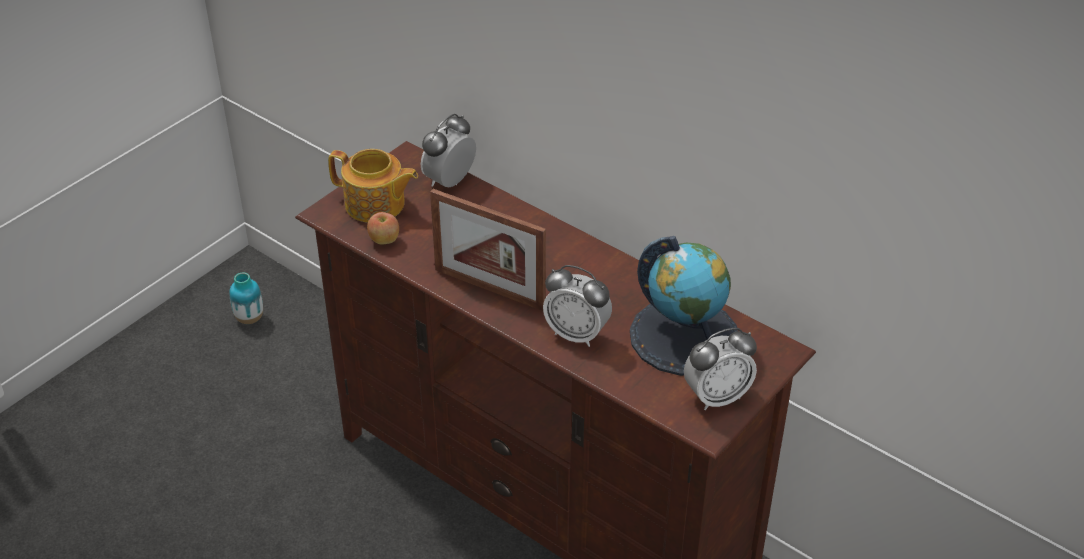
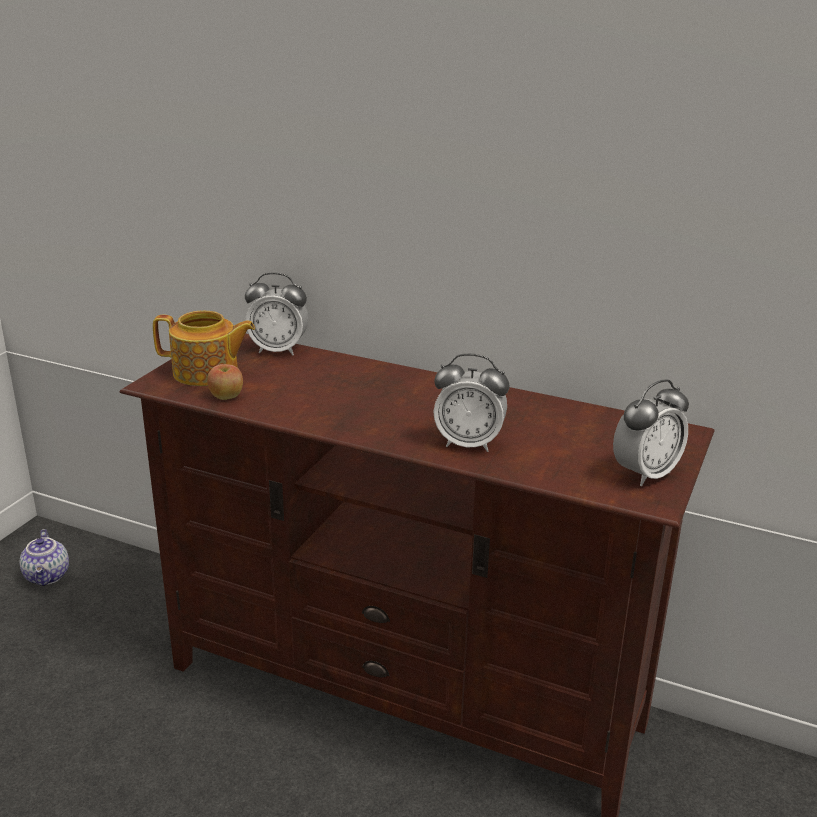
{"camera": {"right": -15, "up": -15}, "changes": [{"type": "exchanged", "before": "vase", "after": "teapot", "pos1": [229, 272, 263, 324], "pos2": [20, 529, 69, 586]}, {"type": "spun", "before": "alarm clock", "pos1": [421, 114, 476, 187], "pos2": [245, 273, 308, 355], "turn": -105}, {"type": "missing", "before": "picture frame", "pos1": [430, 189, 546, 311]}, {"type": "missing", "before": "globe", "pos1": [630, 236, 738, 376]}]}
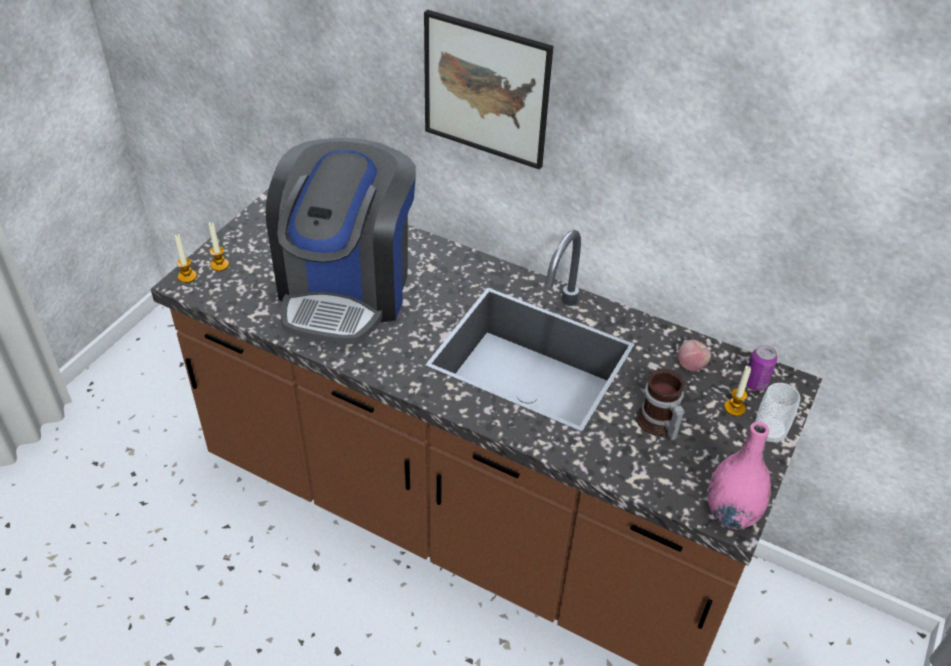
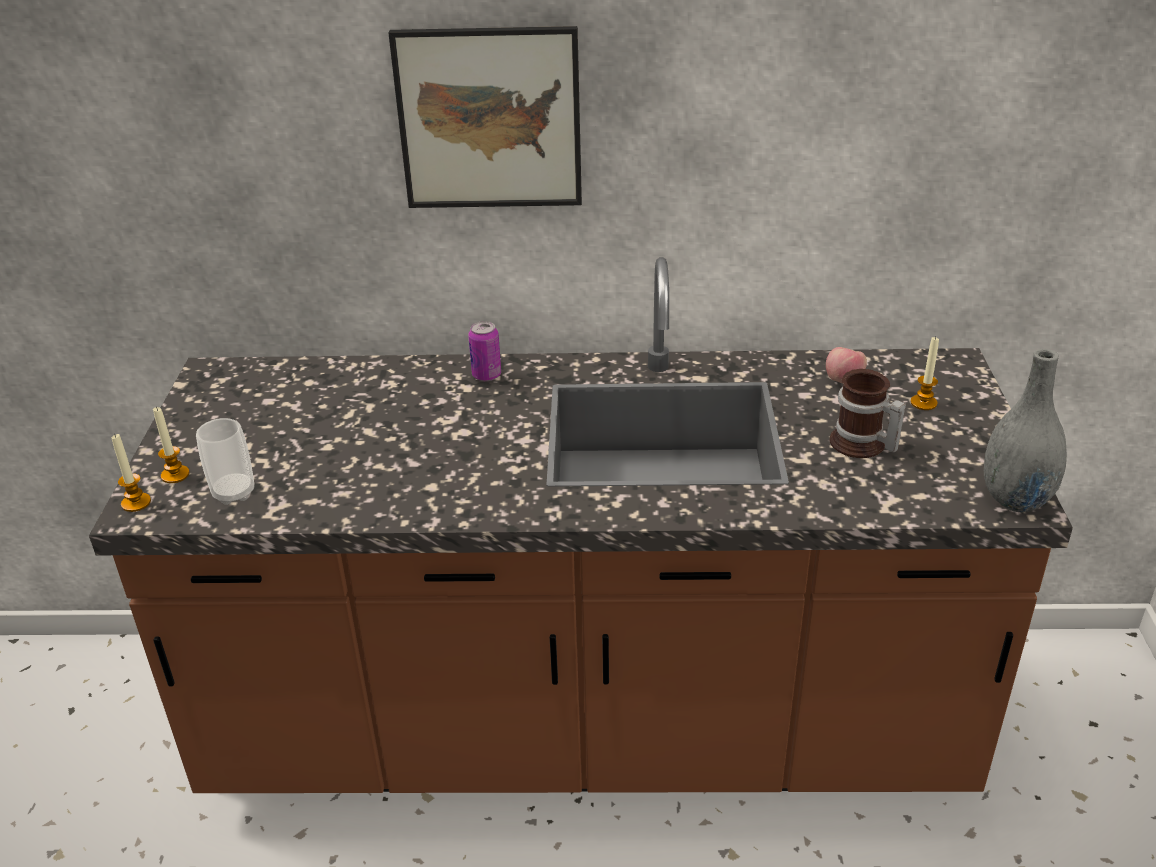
{"camera": {"right": -25, "up": -10}, "changes": [{"type": "relocated", "before": "cup", "pos1": [755, 383, 800, 443], "pos2": [196, 418, 254, 505]}, {"type": "relocated", "before": "can", "pos1": [746, 345, 777, 391], "pos2": [468, 321, 501, 381]}, {"type": "colour", "before": "pink vase", "after": "grey vase", "pos1": [708, 422, 771, 529], "pos2": [984, 349, 1067, 512]}, {"type": "missing", "before": "coffee machine", "pos1": [266, 138, 416, 344]}]}
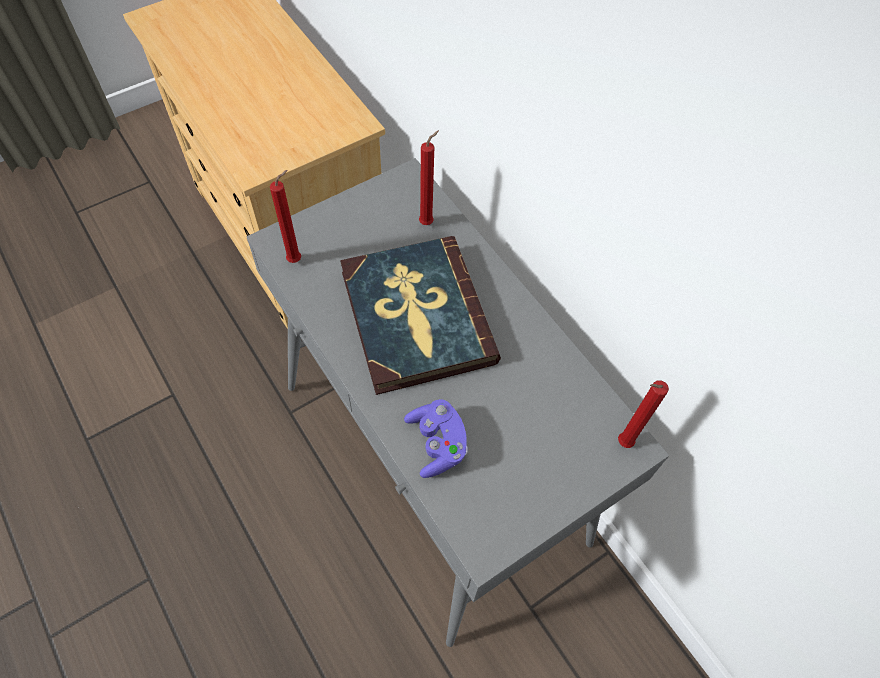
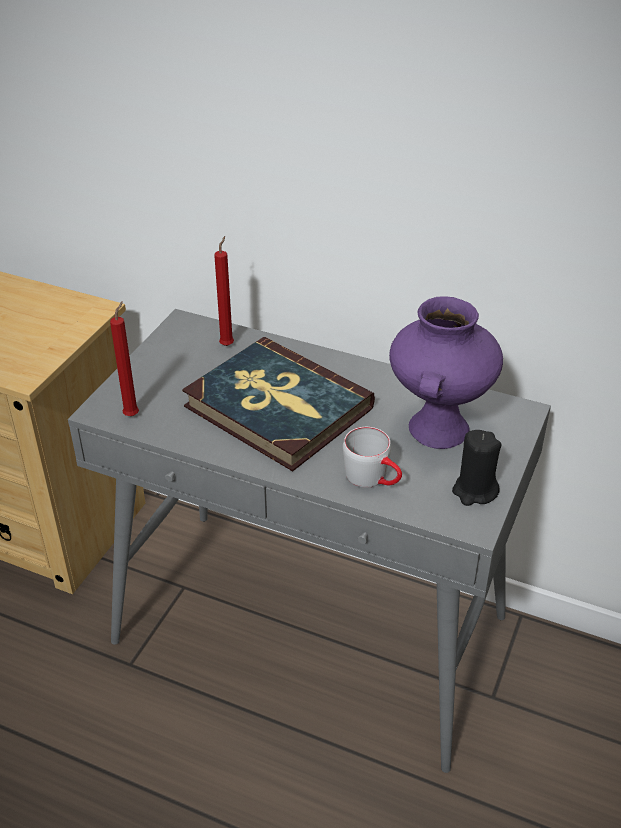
{"camera": {"right": -30, "up": -20}, "changes": [{"type": "exchanged", "before": "purple game controller", "after": "grey mug", "pos1": [404, 399, 468, 478], "pos2": [343, 427, 402, 488]}, {"type": "appeared", "after": "purple vase", "pos2": [389, 296, 503, 449]}, {"type": "appeared", "after": "black candle", "pos2": [452, 430, 501, 506]}, {"type": "missing", "before": "red candle", "pos1": [618, 380, 669, 448]}]}
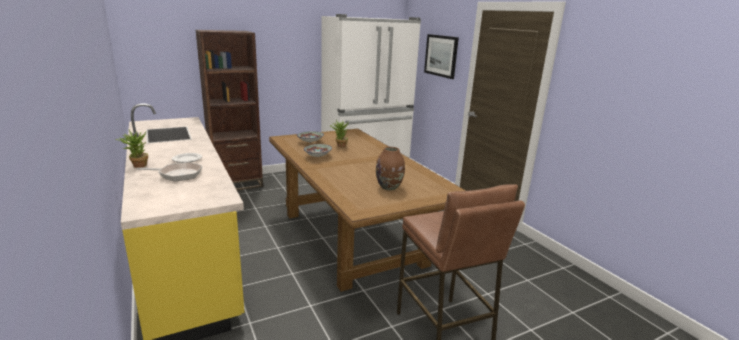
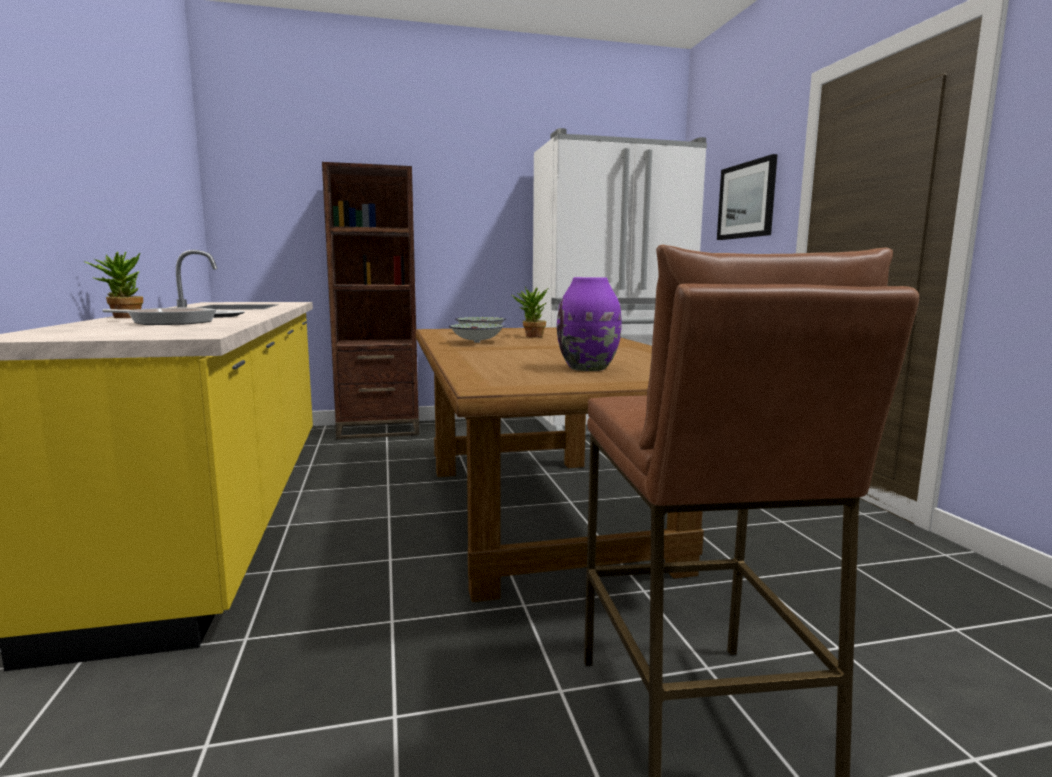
{"camera": {"right": 15, "up": -10}, "changes": [{"type": "colour", "before": "brown vase", "after": "purple vase", "pos1": [376, 147, 405, 190], "pos2": [557, 277, 622, 371]}]}
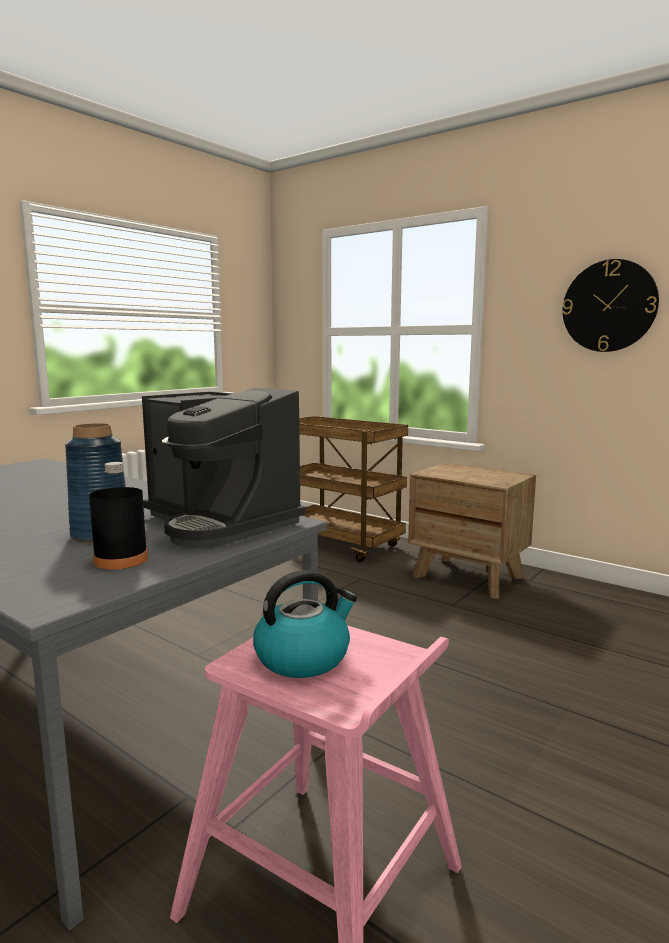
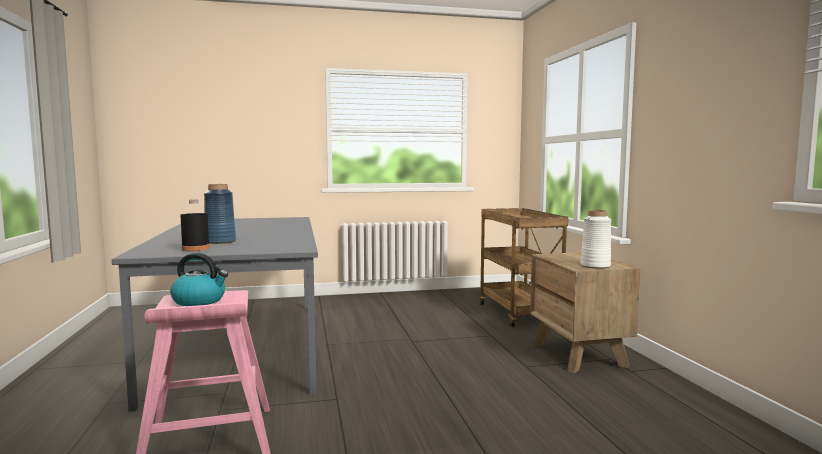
{"camera": {"right": 40, "up": -5}, "changes": [{"type": "appeared", "after": "white vase", "pos2": [580, 210, 611, 269]}, {"type": "missing", "before": "coffee machine", "pos1": [142, 388, 306, 548]}, {"type": "missing", "before": "wall clock", "pos1": [562, 259, 659, 352]}]}
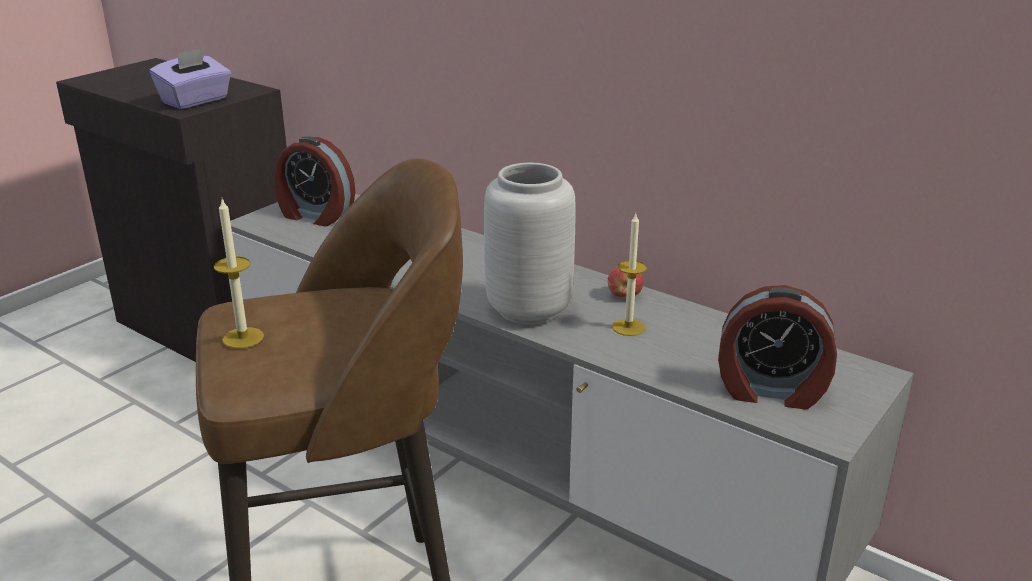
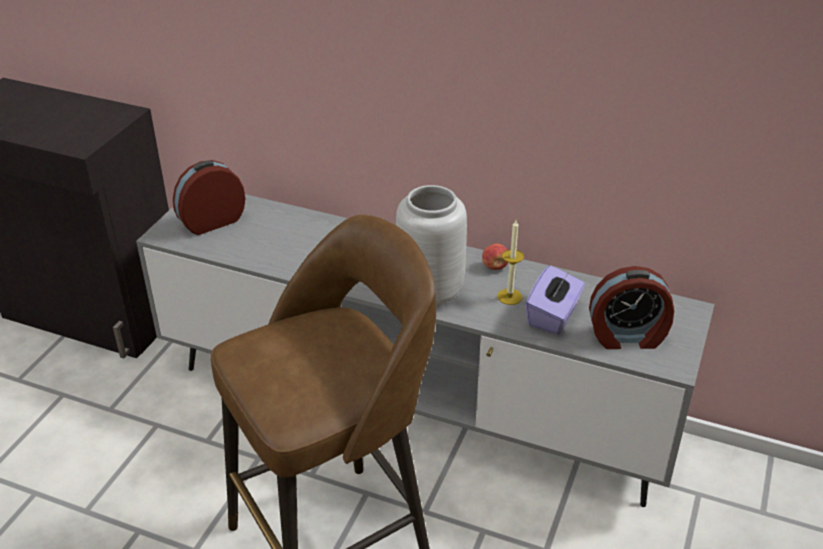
{"camera": {"right": -15, "up": 10}, "changes": [{"type": "spun", "before": "alarm clock", "pos1": [275, 136, 355, 227], "pos2": [173, 160, 246, 235], "turn": 135}, {"type": "relocated", "before": "purple tissue box", "pos1": [150, 48, 231, 109], "pos2": [525, 265, 585, 334]}, {"type": "missing", "before": "candle", "pos1": [214, 199, 264, 349]}]}
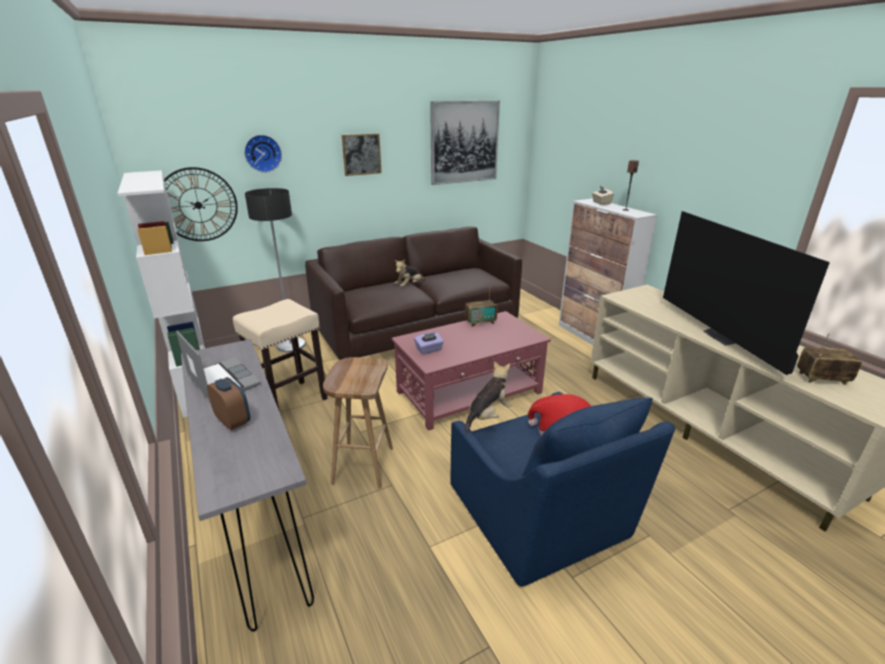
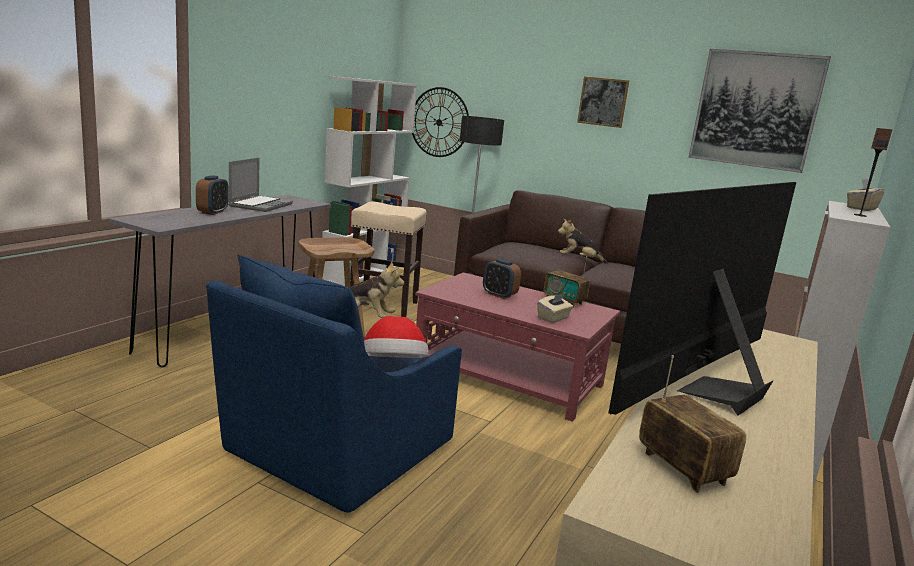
{"camera": {"right": 55, "up": -10}, "changes": [{"type": "appeared", "after": "alarm clock", "pos2": [483, 259, 521, 299]}, {"type": "appeared", "after": "beige tissue box", "pos2": [537, 293, 573, 323]}, {"type": "missing", "before": "wall clock", "pos1": [244, 135, 282, 173]}, {"type": "missing", "before": "purple tissue box", "pos1": [414, 332, 444, 354]}]}
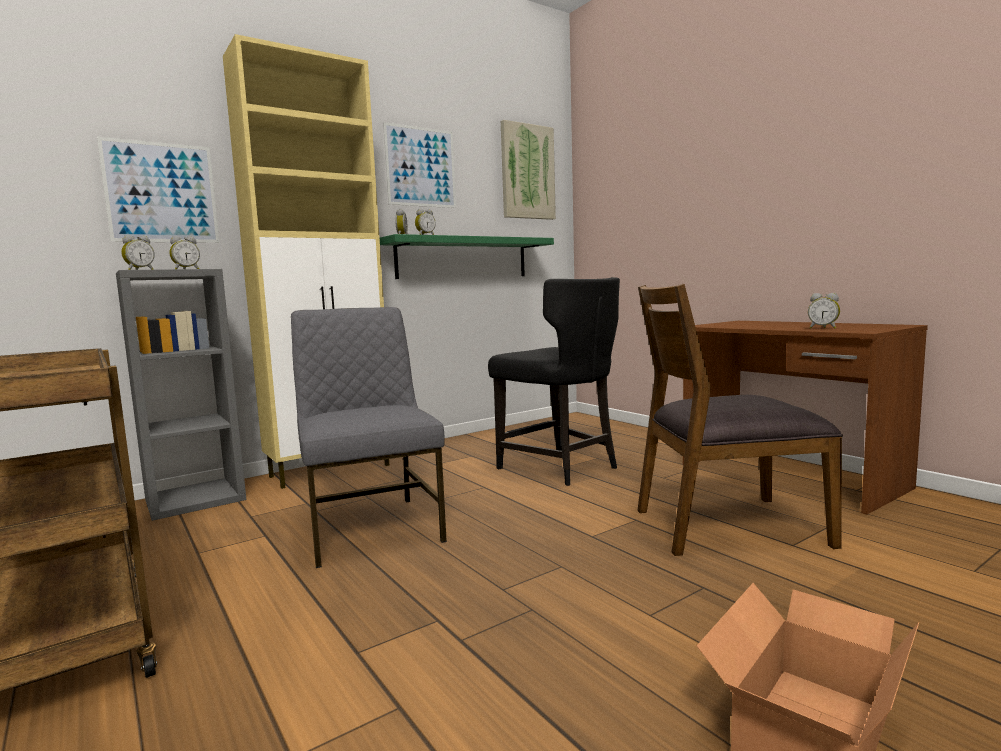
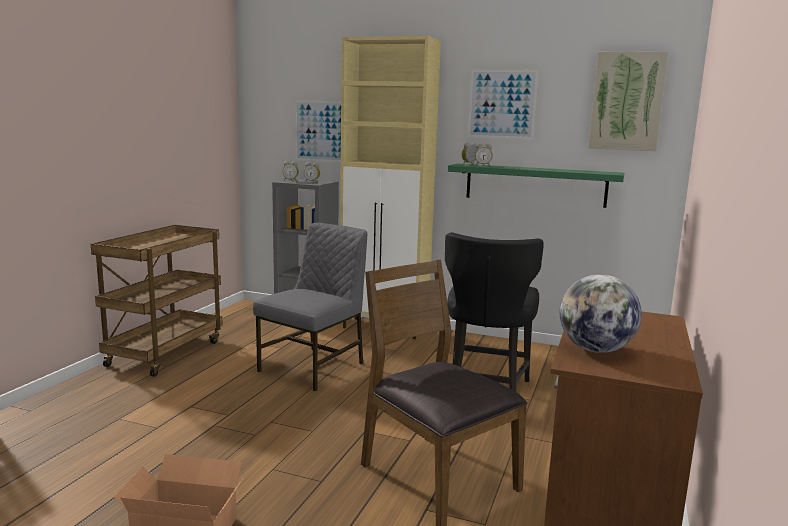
{"camera": {"right": 55, "up": 5}, "changes": [{"type": "exchanged", "before": "alarm clock", "after": "globe", "pos1": [808, 293, 840, 329], "pos2": [559, 274, 642, 353]}]}
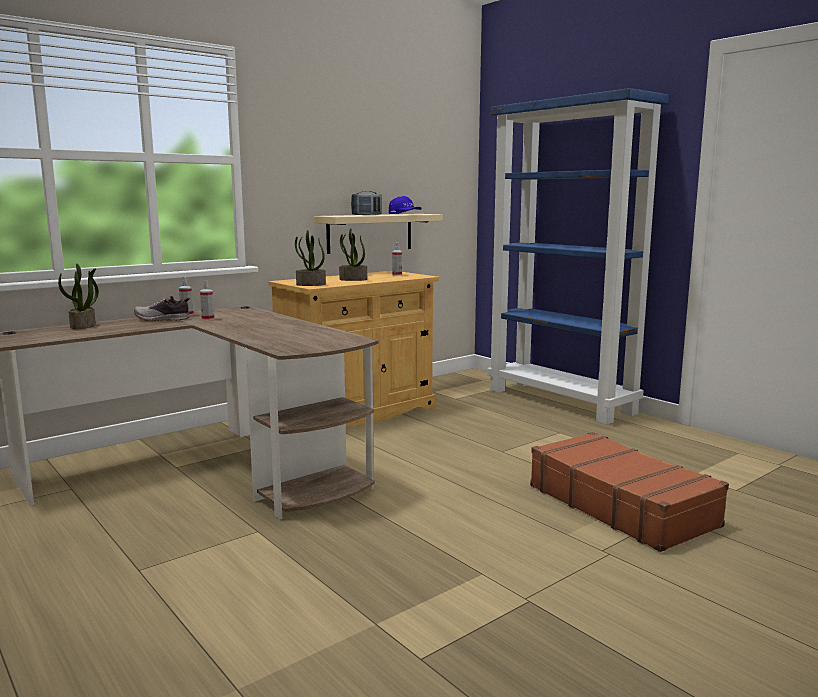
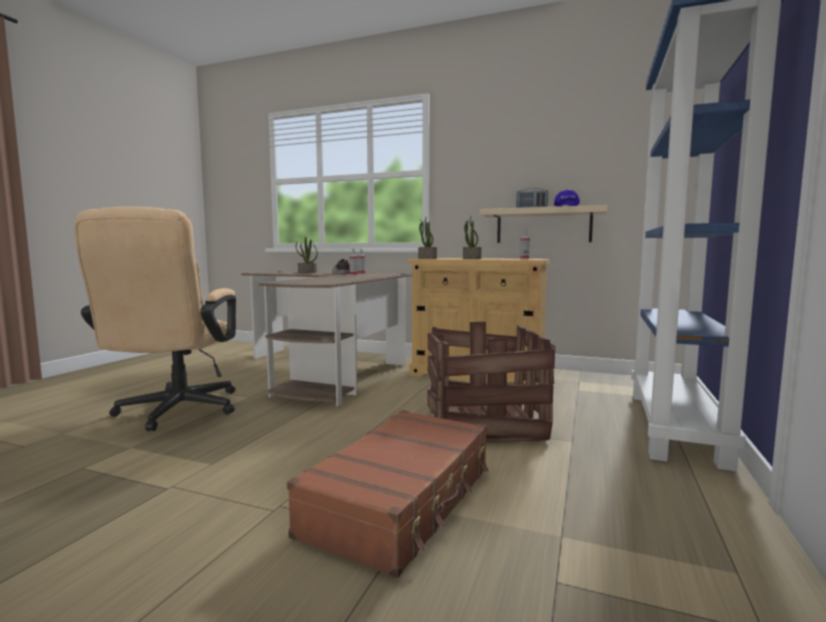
{"camera": {"right": 60, "up": -5}, "changes": [{"type": "appeared", "after": "beige office chair", "pos2": [74, 207, 236, 431]}, {"type": "appeared", "after": "crate", "pos2": [427, 322, 556, 442]}]}
